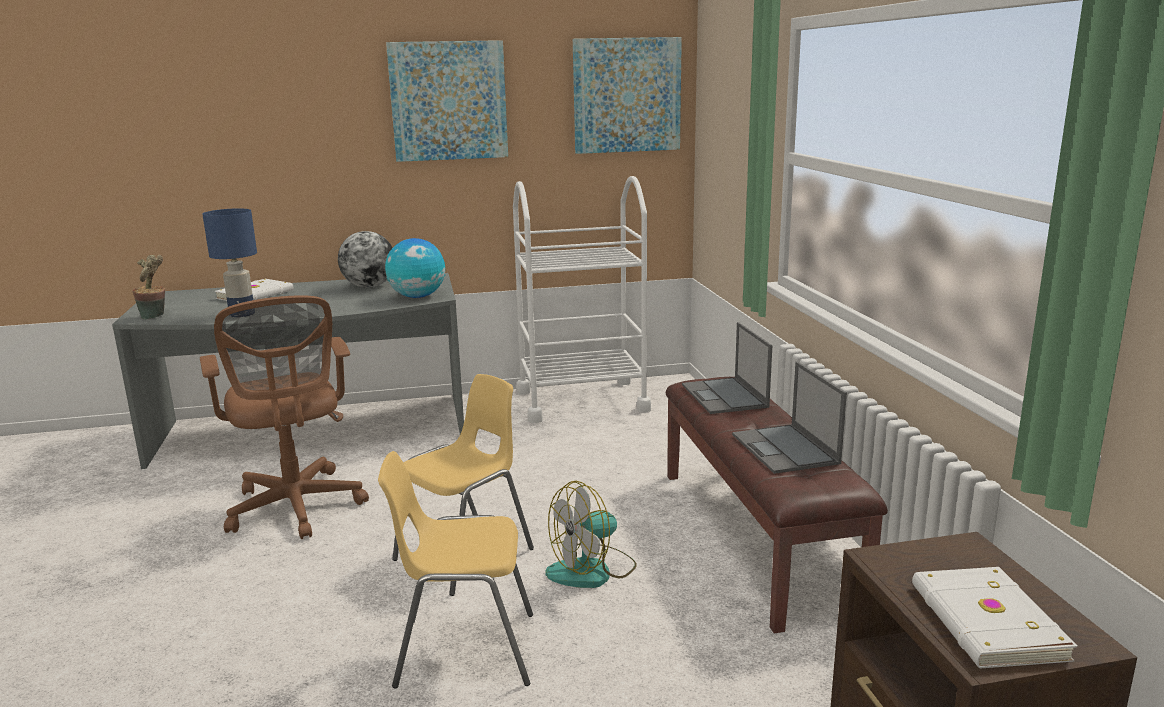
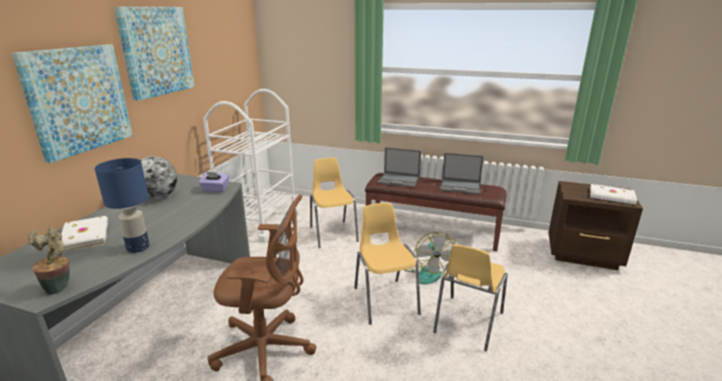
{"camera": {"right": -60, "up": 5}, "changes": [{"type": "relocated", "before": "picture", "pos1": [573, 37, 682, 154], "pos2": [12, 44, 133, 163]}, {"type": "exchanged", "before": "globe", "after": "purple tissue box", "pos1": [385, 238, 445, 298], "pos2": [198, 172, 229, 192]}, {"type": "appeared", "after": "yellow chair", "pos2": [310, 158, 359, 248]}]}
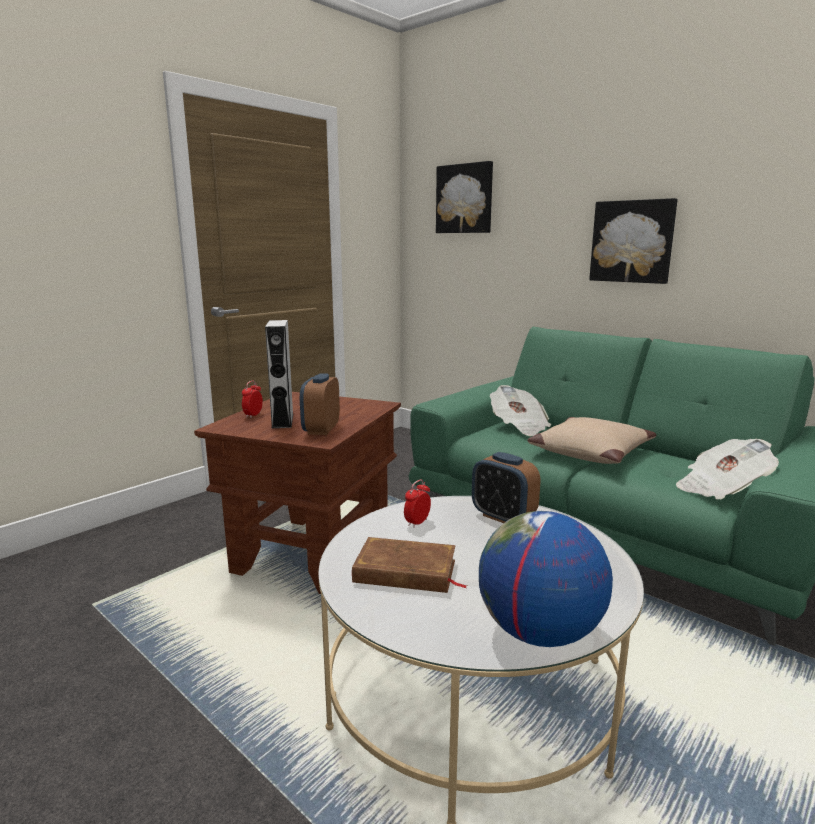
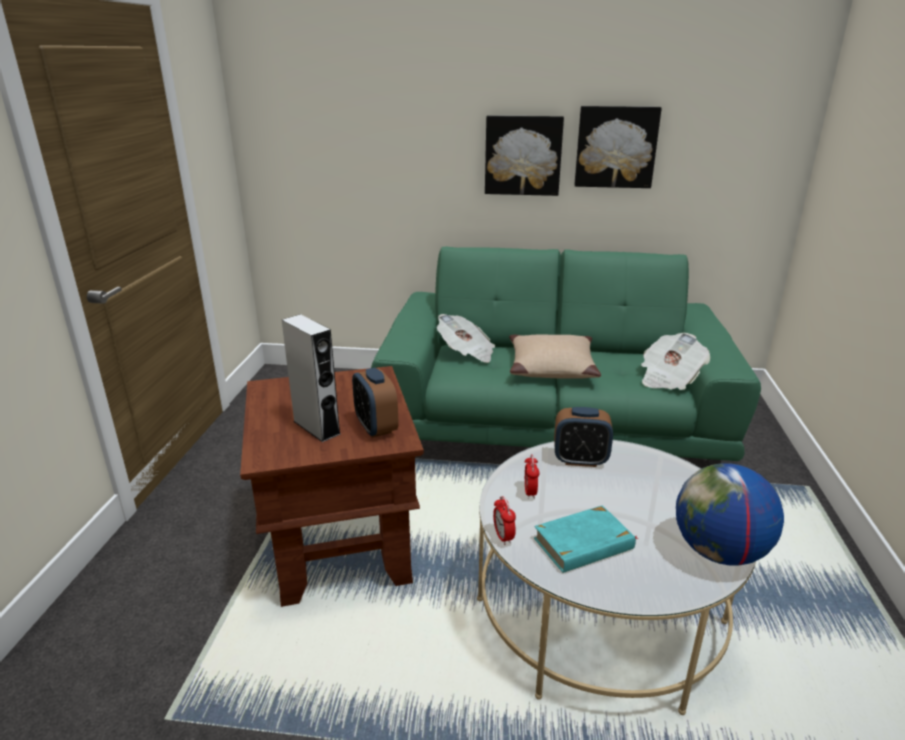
{"camera": {"right": -35, "up": 10}, "changes": [{"type": "relocated", "before": "alarm clock", "pos1": [242, 380, 263, 418], "pos2": [493, 496, 516, 545]}, {"type": "colour", "before": "brown book", "after": "turquoise book", "pos1": [352, 537, 467, 593], "pos2": [534, 505, 638, 573]}, {"type": "relocated", "before": "picture", "pos1": [436, 161, 493, 233], "pos2": [575, 106, 662, 188]}]}
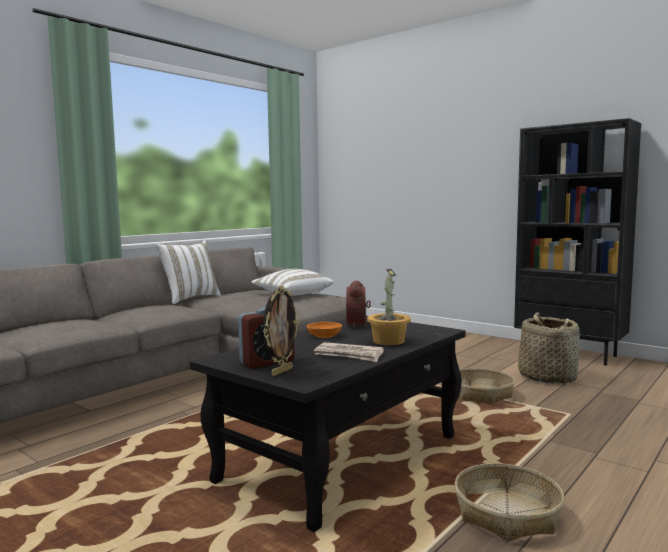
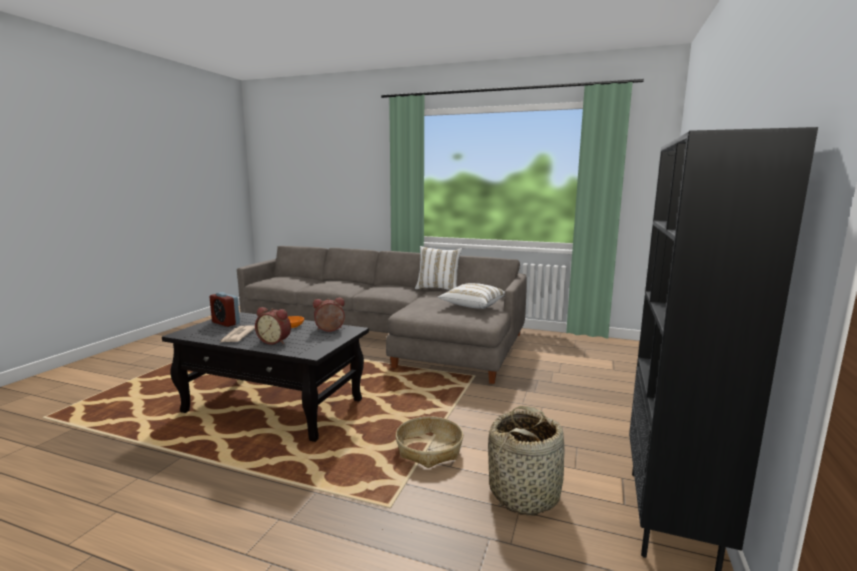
{"camera": {"right": 70, "up": 5}, "changes": [{"type": "exchanged", "before": "potted plant", "after": "alarm clock", "pos1": [367, 269, 411, 345], "pos2": [255, 307, 291, 345]}, {"type": "missing", "before": "picture frame", "pos1": [263, 286, 299, 376]}, {"type": "missing", "before": "basket", "pos1": [455, 463, 564, 542]}]}
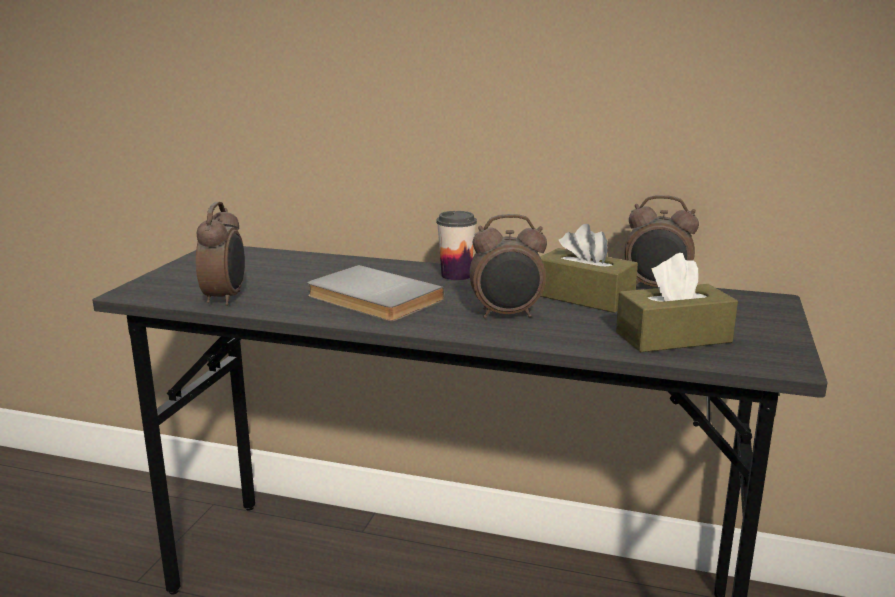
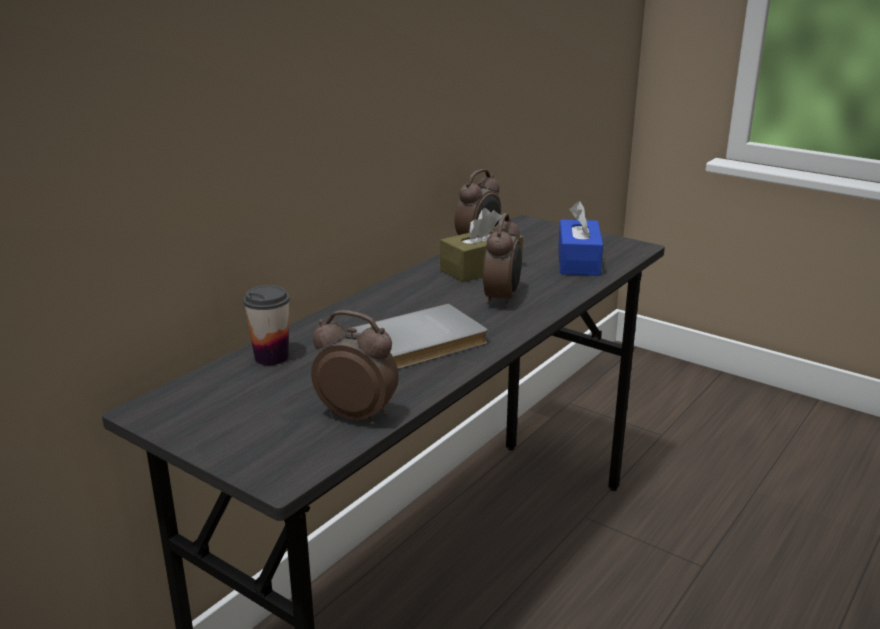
{"camera": {"right": -70, "up": 5}, "changes": [{"type": "relocated", "before": "cup", "pos1": [436, 211, 477, 281], "pos2": [243, 285, 290, 365]}, {"type": "colour", "before": "brown tissue box", "after": "blue tissue box", "pos1": [616, 253, 738, 352], "pos2": [558, 201, 603, 276]}]}
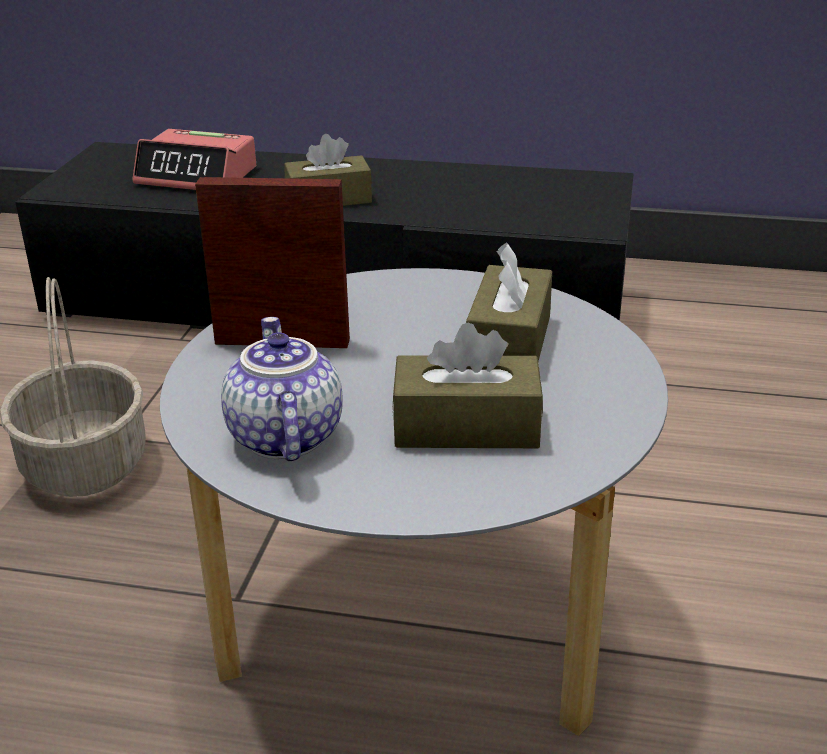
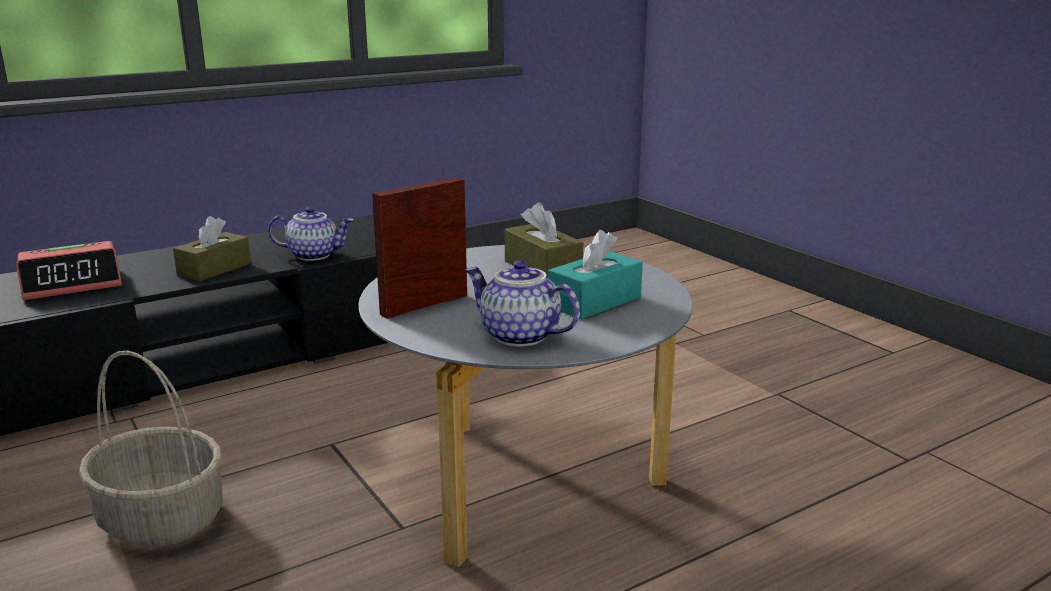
{"camera": {"right": -45, "up": -10}, "changes": [{"type": "appeared", "after": "teapot", "pos2": [268, 206, 353, 261]}, {"type": "colour", "before": "brown tissue box", "after": "turquoise tissue box", "pos1": [392, 323, 543, 448], "pos2": [548, 230, 643, 319]}]}
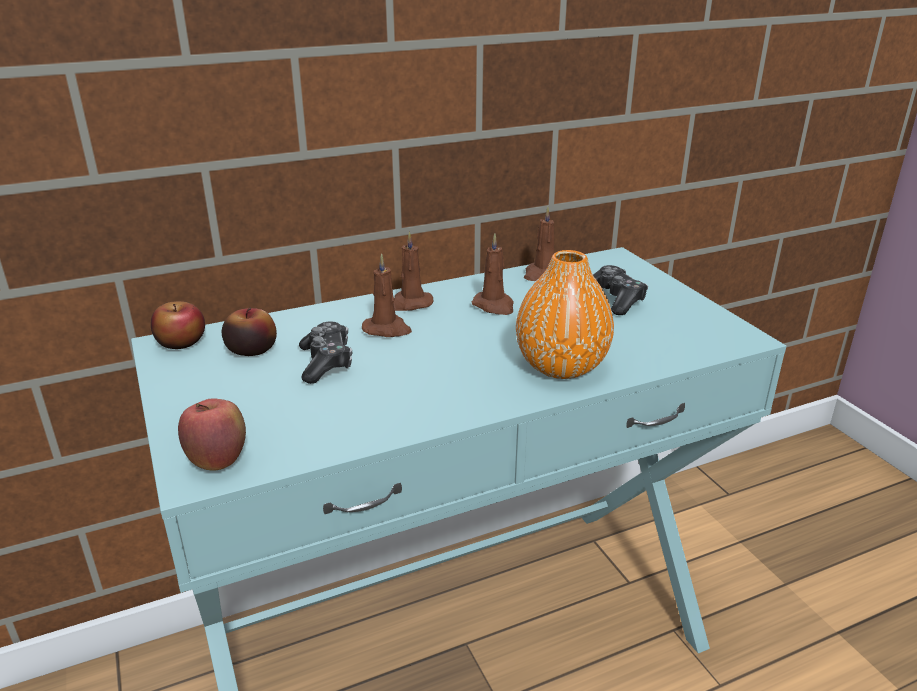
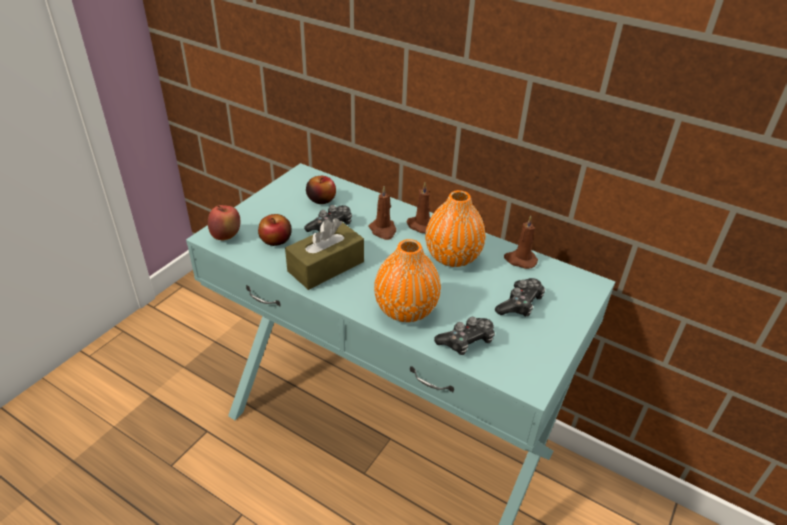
{"camera": {"right": 55, "up": 10}, "changes": [{"type": "relocated", "before": "apple", "pos1": [151, 301, 205, 349], "pos2": [258, 214, 292, 246]}, {"type": "appeared", "after": "brown tissue box", "pos2": [285, 218, 364, 290]}, {"type": "exchanged", "before": "brown candle", "after": "orange vase", "pos1": [472, 234, 514, 315], "pos2": [425, 190, 486, 267]}, {"type": "appeared", "after": "game controller", "pos2": [434, 317, 495, 355]}]}
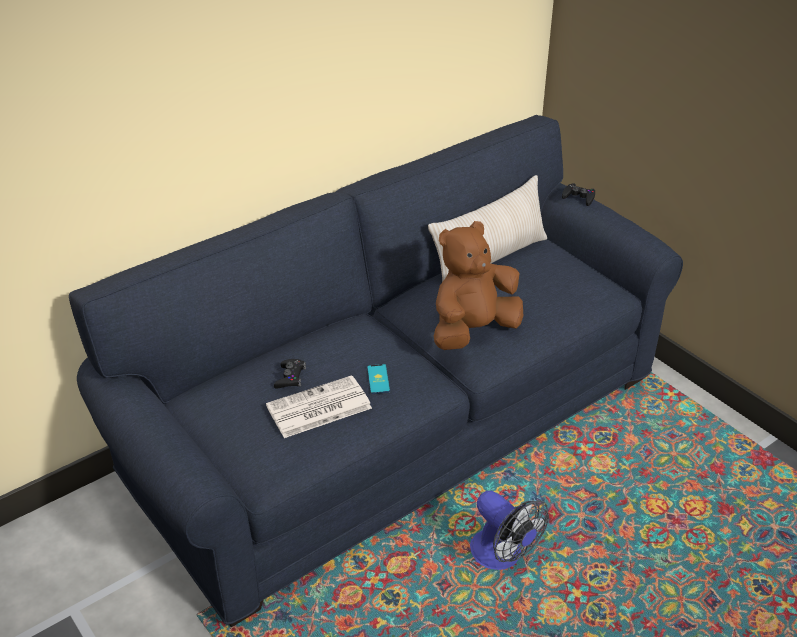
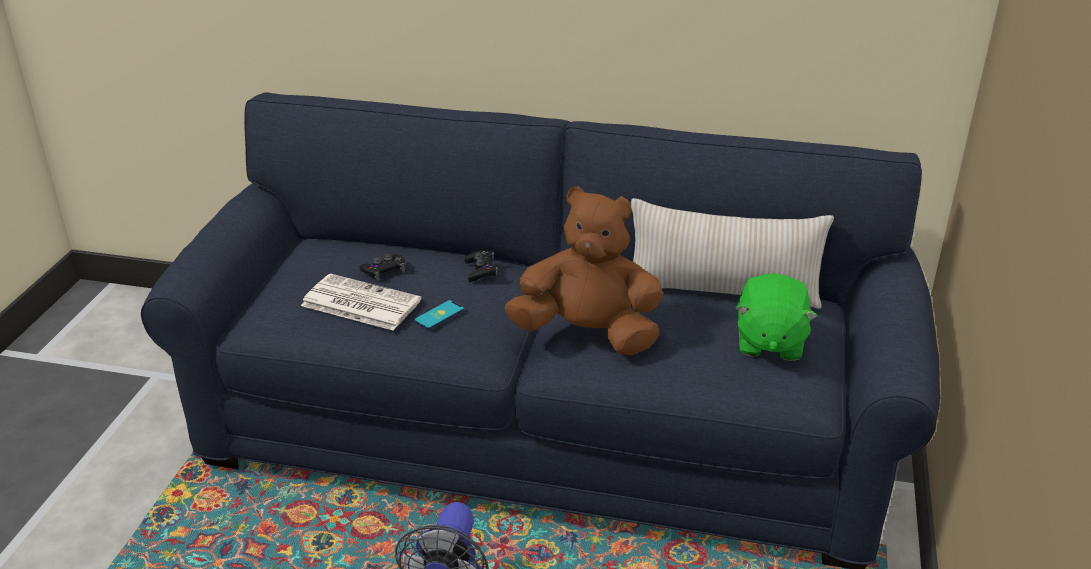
{"camera": {"right": 50, "up": -5}, "changes": [{"type": "relocated", "before": "black game controller", "pos1": [562, 183, 595, 206], "pos2": [464, 250, 498, 282]}, {"type": "appeared", "after": "green plush toy", "pos2": [736, 274, 817, 361]}]}
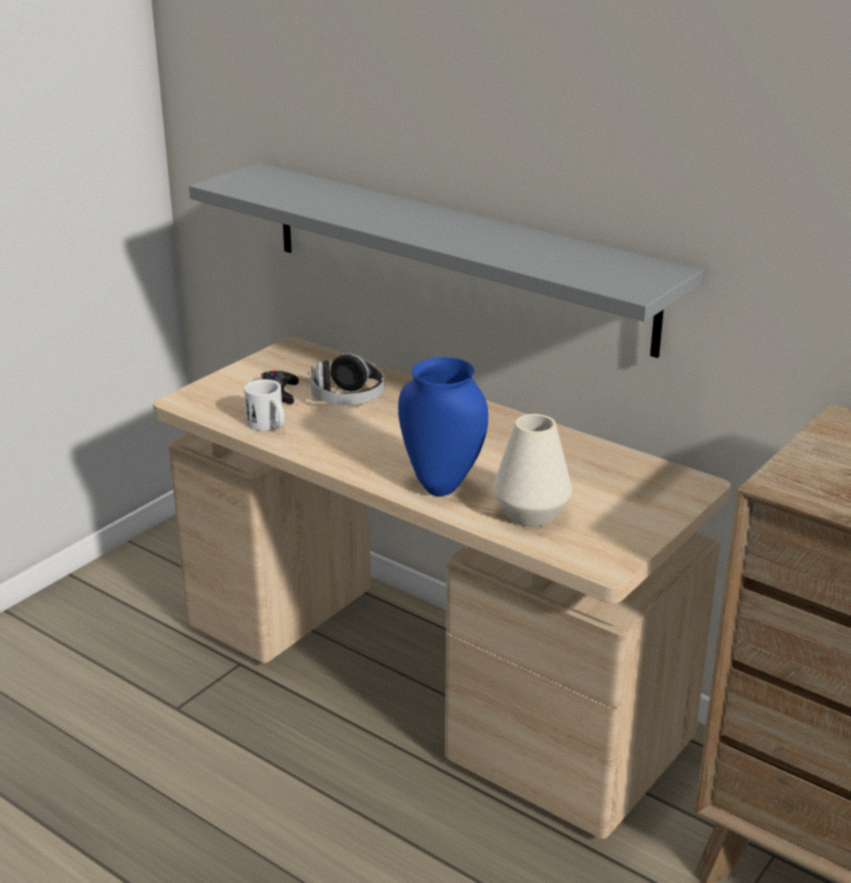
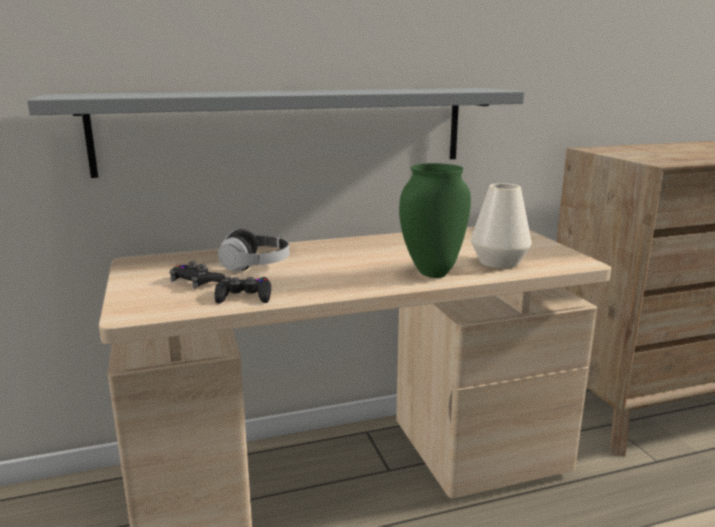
{"camera": {"right": -55, "up": -10}, "changes": [{"type": "exchanged", "before": "white mug", "after": "black game controller", "pos1": [244, 379, 284, 431], "pos2": [215, 277, 271, 304]}, {"type": "colour", "before": "blue vase", "after": "green vase", "pos1": [398, 357, 488, 496], "pos2": [399, 163, 471, 278]}]}
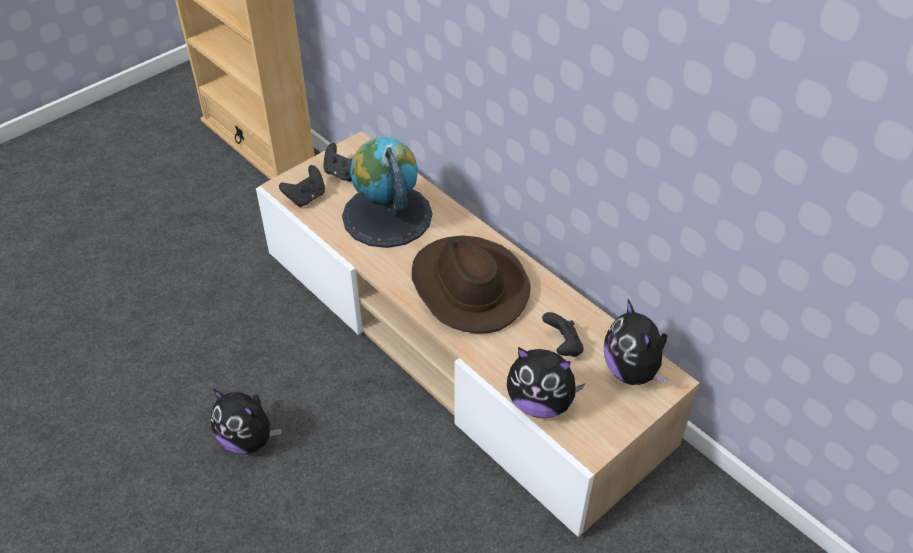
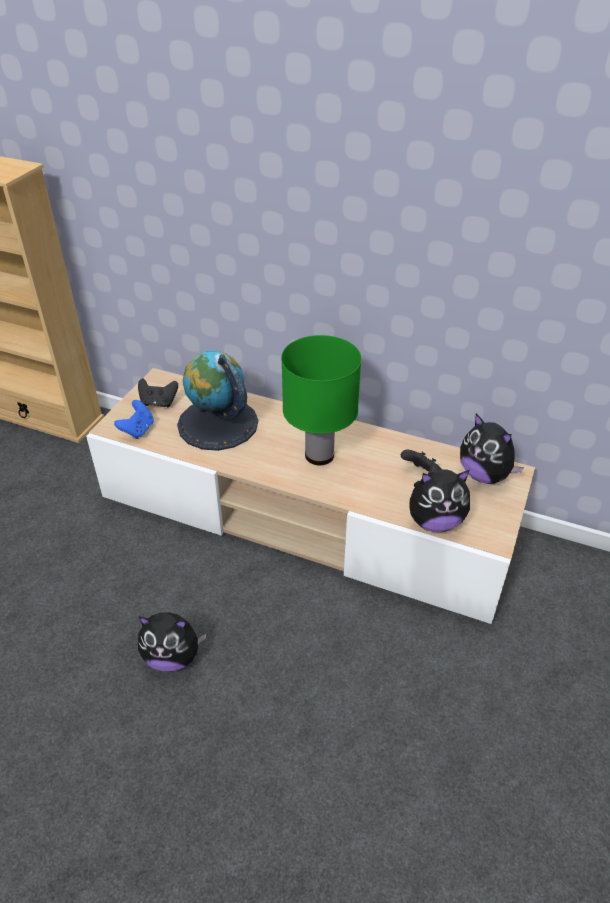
{"camera": {"right": -25, "up": -5}, "changes": [{"type": "colour", "before": "black game controller", "after": "blue game controller", "pos1": [279, 165, 325, 207], "pos2": [114, 400, 154, 439]}, {"type": "exchanged", "before": "brown hat", "after": "green table lamp", "pos1": [412, 235, 531, 334], "pos2": [281, 335, 362, 465]}]}
